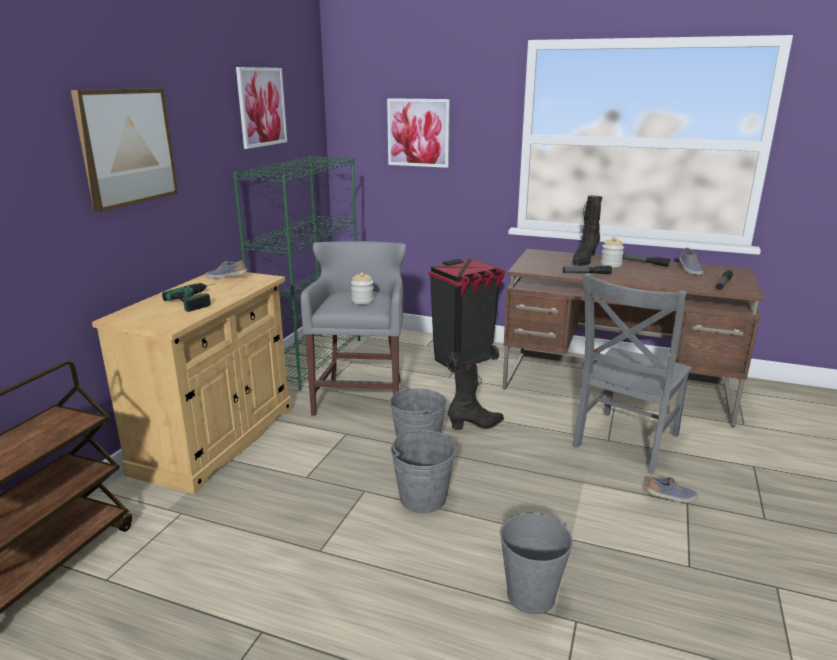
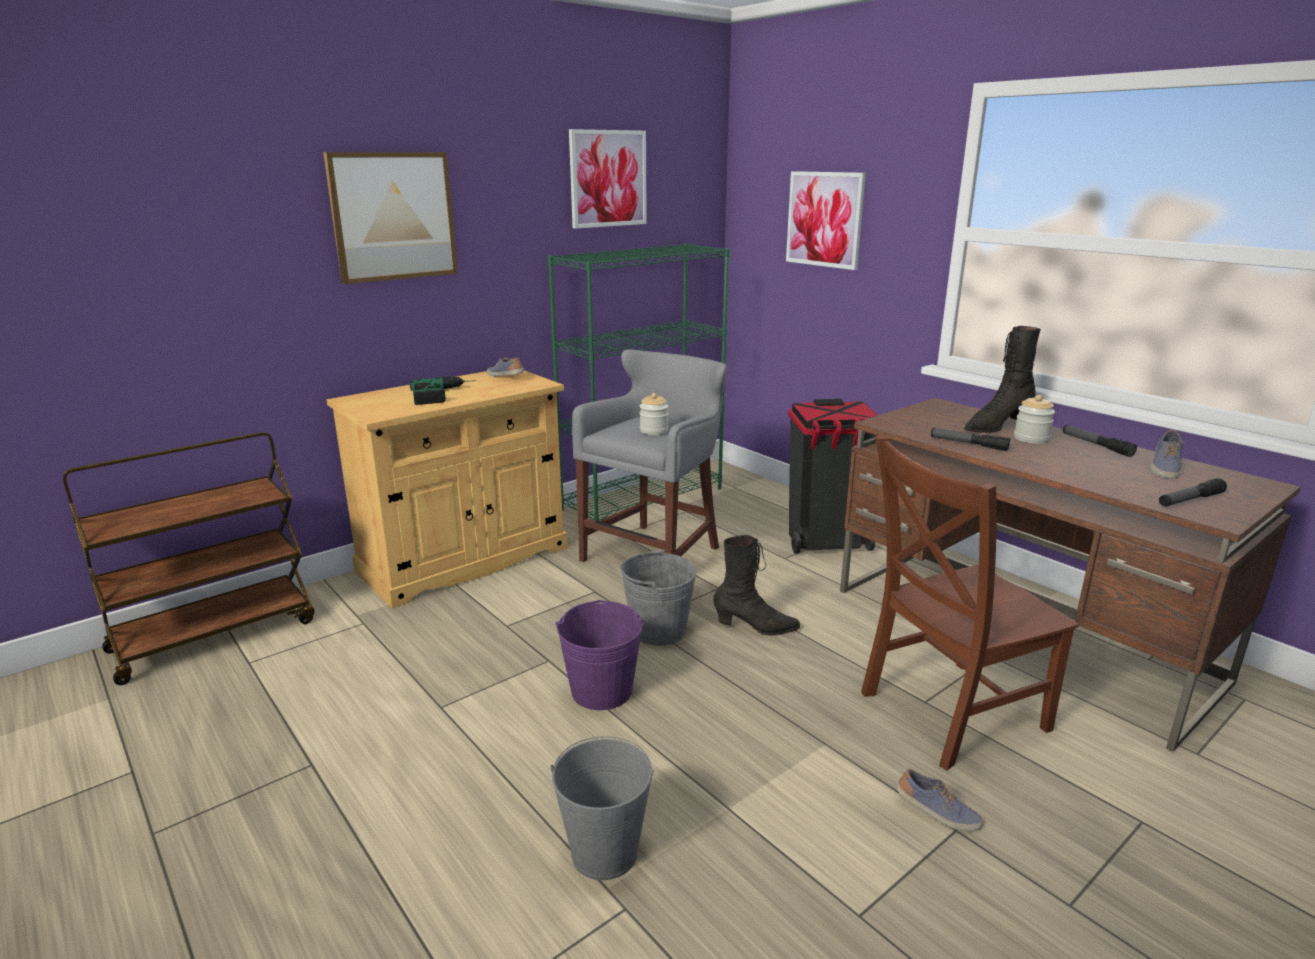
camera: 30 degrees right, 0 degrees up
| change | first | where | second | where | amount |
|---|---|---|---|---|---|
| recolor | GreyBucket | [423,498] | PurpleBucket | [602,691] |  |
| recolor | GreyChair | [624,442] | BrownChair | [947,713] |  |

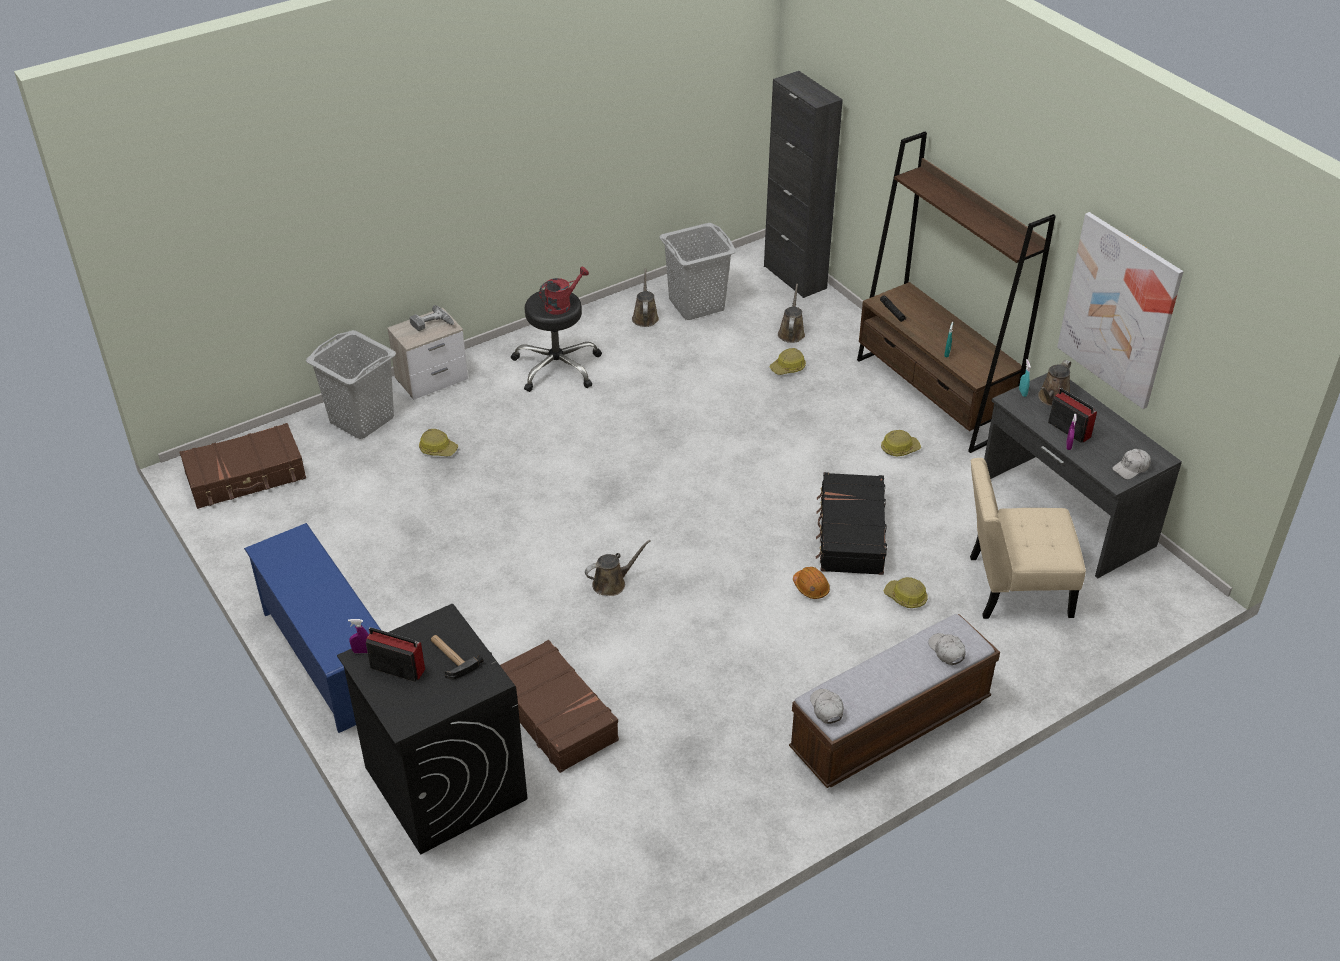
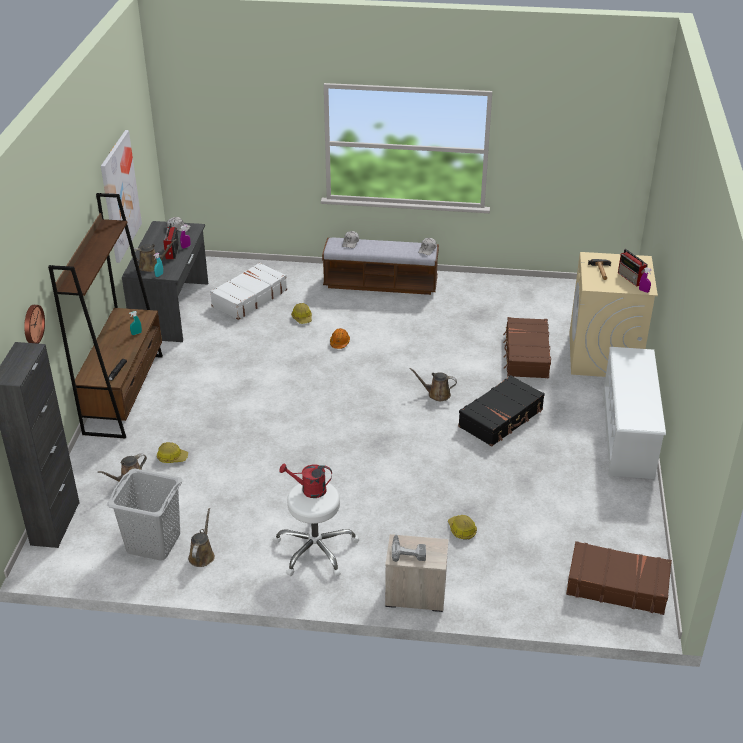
camera: 140 degrees left, 5 degrees down
| change | first | where | second | where | amount |
|---|---|---|---|---|---|
| delete | GreyLaundryBasket | [361,420] |  |  |  |
| delete | HardHat | [899,448] |  |  |  |
| insert |  |  | WallClock | [32,324] |  |
| move | BlackSuitcase | [850,533] |  | [501,418] |  |
| replace | BeigeChair | [1012,587] | WhiteSuitcase | [249,298] |  |
| recolor | BlueShoeRack | [329,657] | WhiteShoeRack | [627,436] |  |
| recolor | BlackWashingMachine | [444,782] | BeigeWashingMachine | [604,356] |  |
| recolor | BlackStool | [556,367] | WhiteStool | [315,549] |  |
| rotate | BrownWateringCan | [645,317] |  | [202,555] | 150 degrees clockwise |

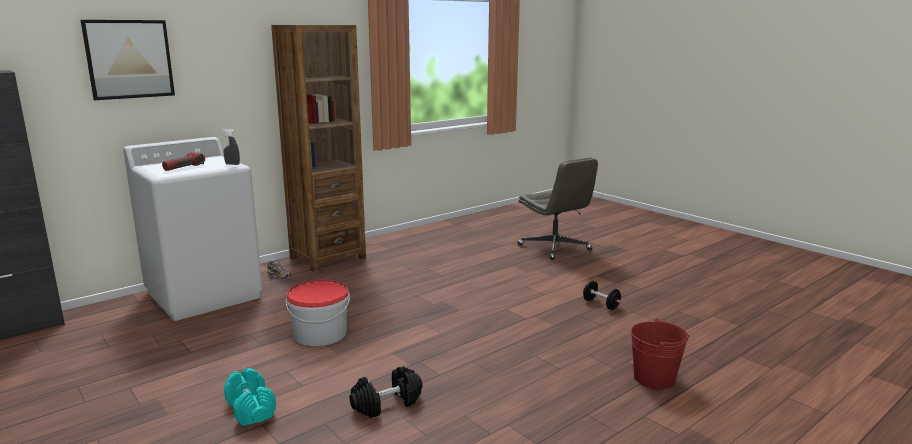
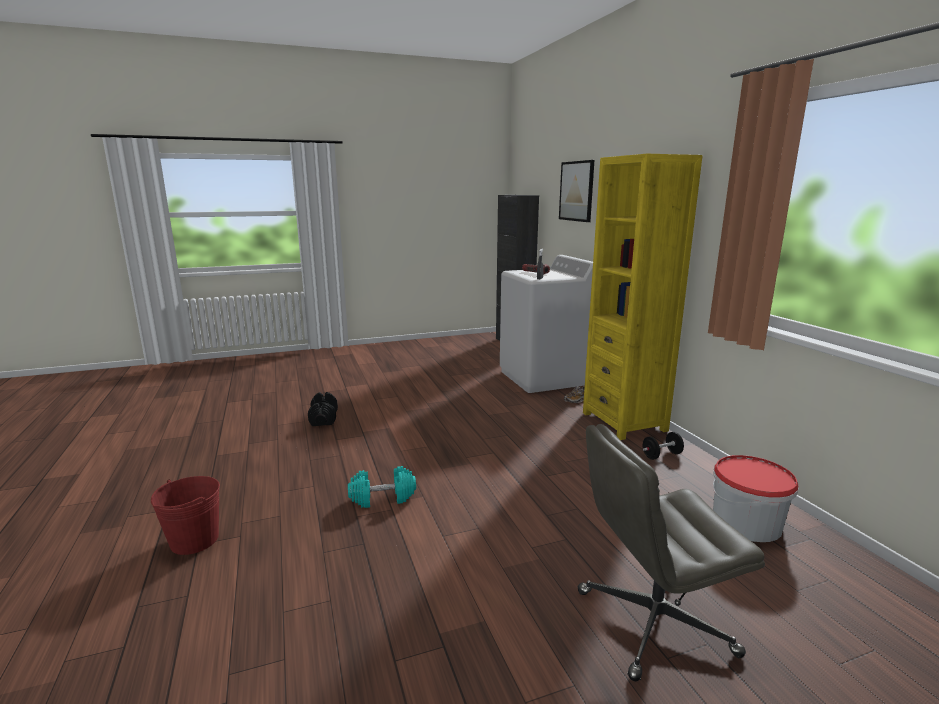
camera: 110 degrees right, 0 degrees up
| change | first | where | second | where | amount |
|---|---|---|---|---|---|
| move | TurquoiseDumbbell | [251,409] |  | [382,498] |  |
| move | Bucket | [320,333] |  | [746,522] |  |
| move | BlackDumbbell | [601,304] |  | [661,455] |  |
| recolor | BrownBookcase | [327,257] | YellowBookcase | [624,422] |  |

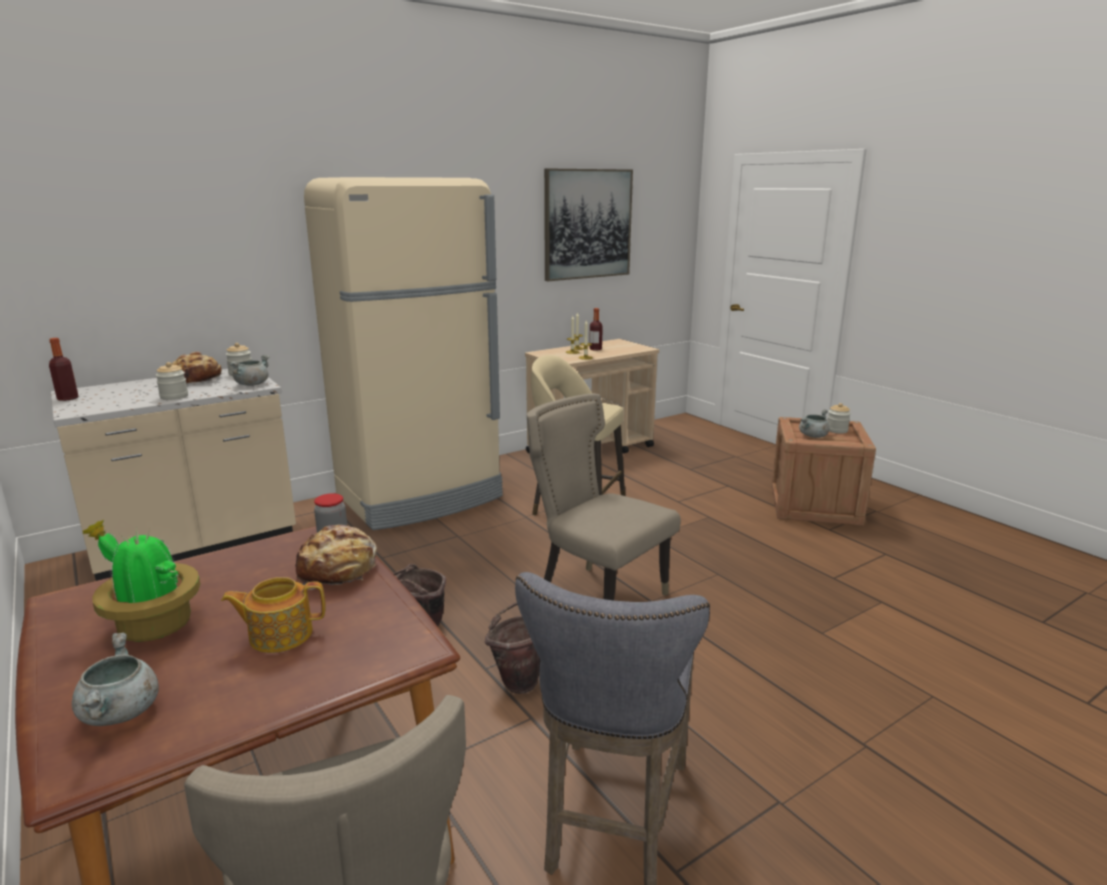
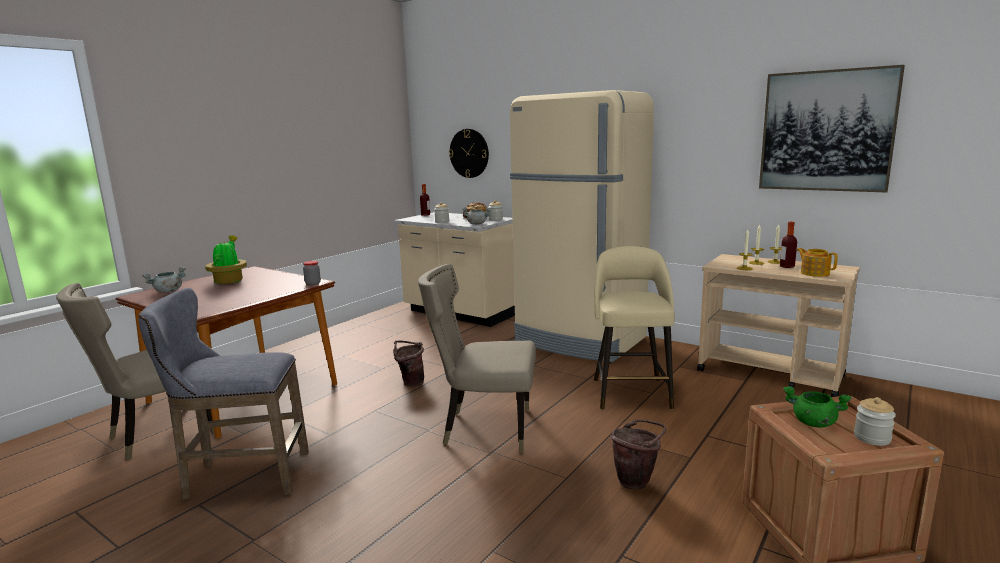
camera: 70 degrees right, 5 degrees down
| change | first | where | second | where | amount |
|---|---|---|---|---|---|
| delete | Bread | [338,571] |  |  |  |
| insert |  |  | WallClock | [469,153] |  |
| move | Teapot | [279,634] |  | [814,273] |  |
| move | BrownBucket | [519,680] |  | [637,481] |  |
| recolor | GreyCookingPot | [813,436] | GreenCookingPot | [813,423] |  |
| rotate | BeigeChair | [596,596] |  | [484,428] | 105 degrees counterclockwise |

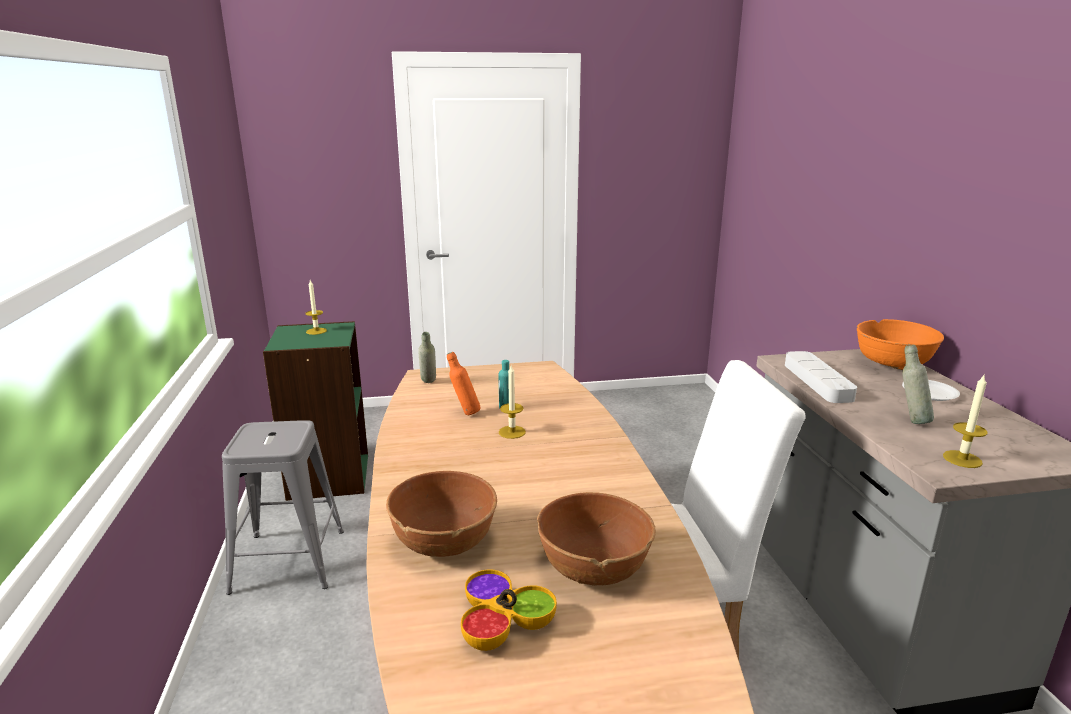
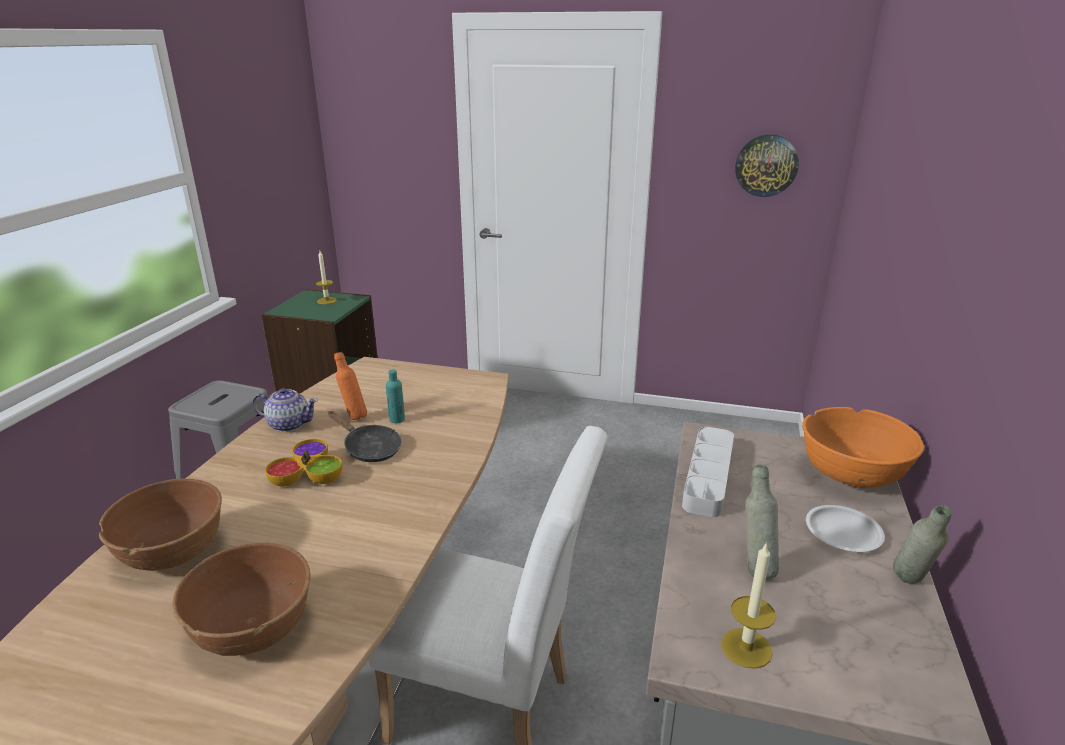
camera: 25 degrees right, 5 degrees up
| change | first | where | second | where | amount |
|---|---|---|---|---|---|
| insert |  |  | Teapot | [288,424] |  |
| insert |  |  | WallClock | [766,165] |  |
| move | GreyBottle | [428,384] |  | [909,586] |  |
| move | Bowl | [502,621] |  | [308,474] |  |
| replace | Candle | [512,432] | BlackFryingPan | [369,449] |  |

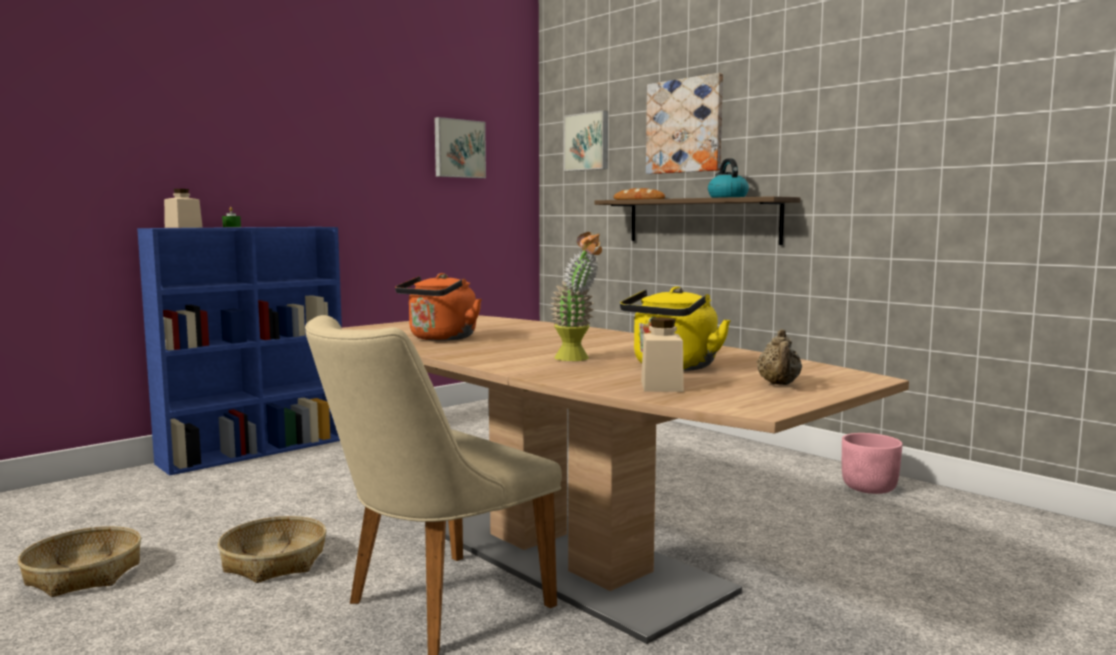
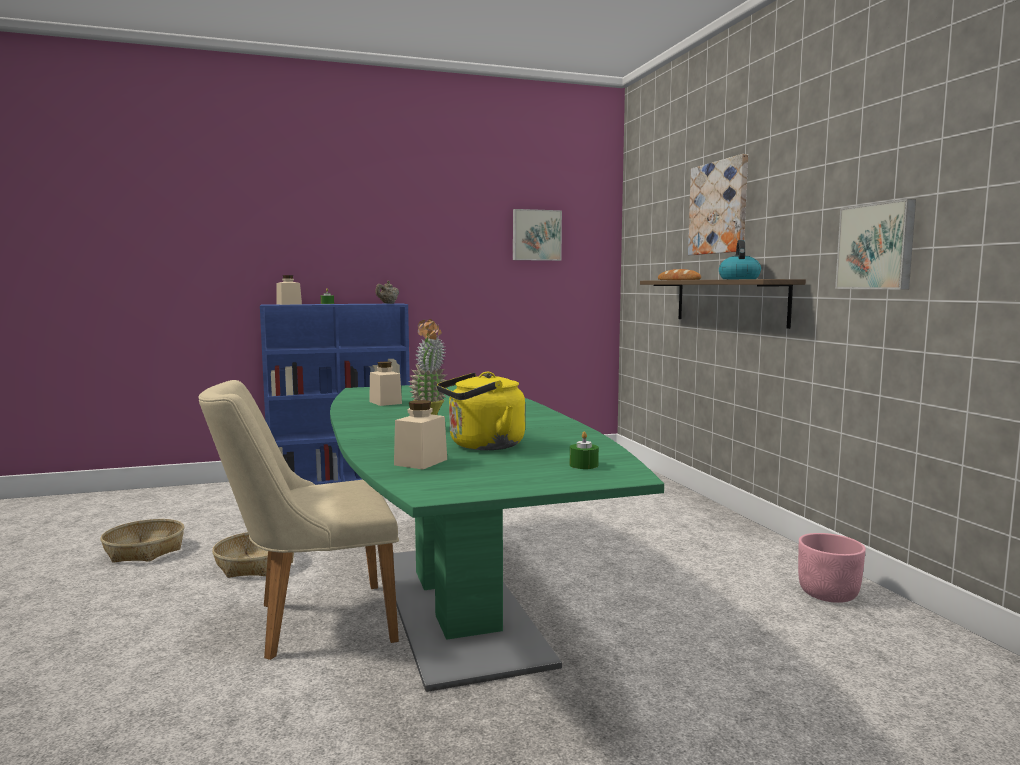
camera: 25 degrees right, 0 degrees up
| change | first | where | second | where | amount |
|---|---|---|---|---|---|
| insert |  |  | GreenCandle | [583,465] |  |
| move | Picture | [587,142] |  | [877,247] |  |
| move | BeigeTeapot | [778,384] |  | [388,303] |  |
| replace | OrangeKettle | [440,338] | BeigeJar | [385,402] |  |
| recolor | BrownDiningTable | [568,557] | GreenDiningTable | [456,604] |  |

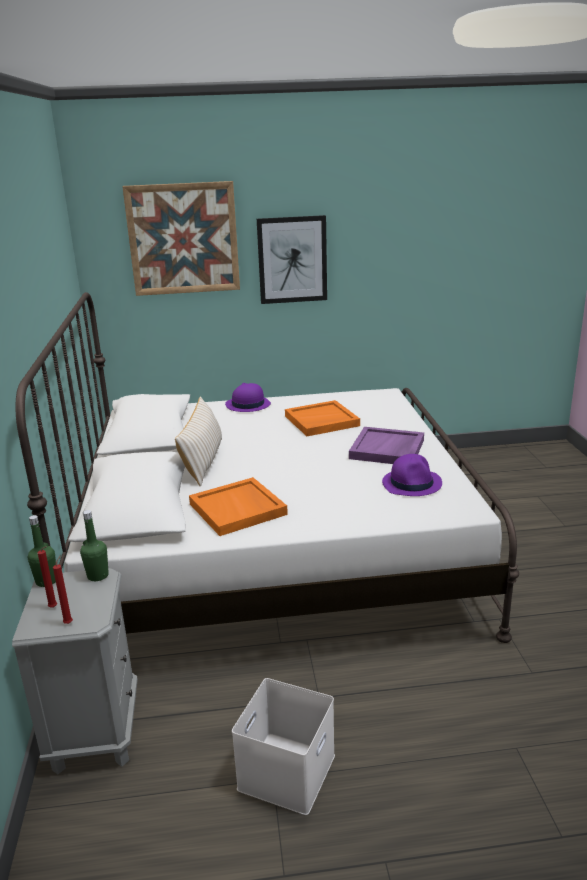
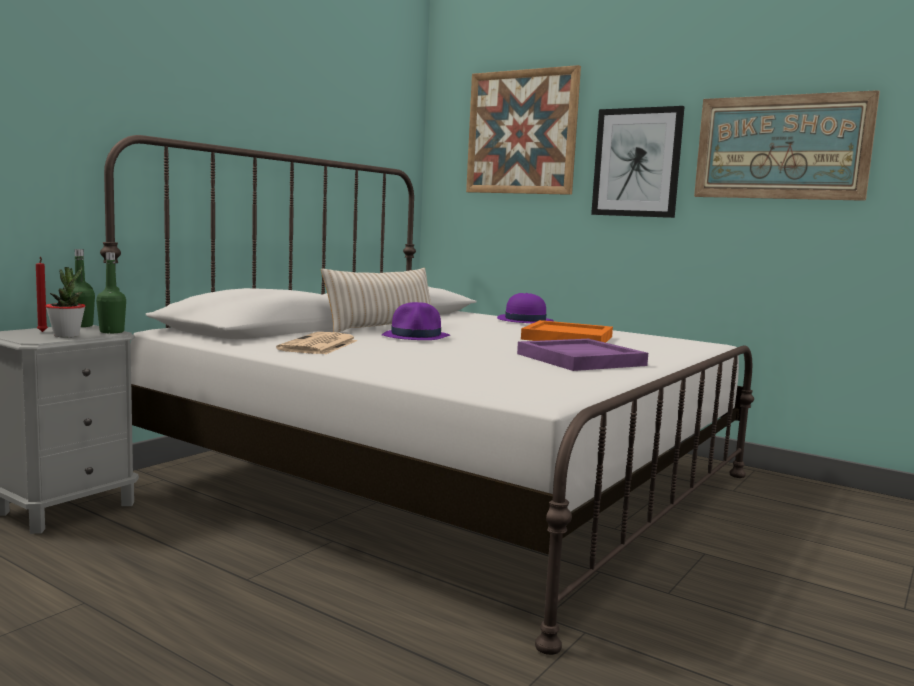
camera: 40 degrees right, 15 degrees down
| change | first | where | second | where | amount |
|---|---|---|---|---|---|
| delete | RedCandle | [69,622] |  |  |  |
| delete | WhiteStorageBox | [286,770] |  |  |  |
| insert |  |  | PottedPlant | [66,335] |  |
| insert |  |  | Picture | [781,147] |  |
| move | PurpleHat | [412,483] |  | [416,337] |  |
| replace | OrangeTray | [238,509] | Newspaper | [319,345] |  |

